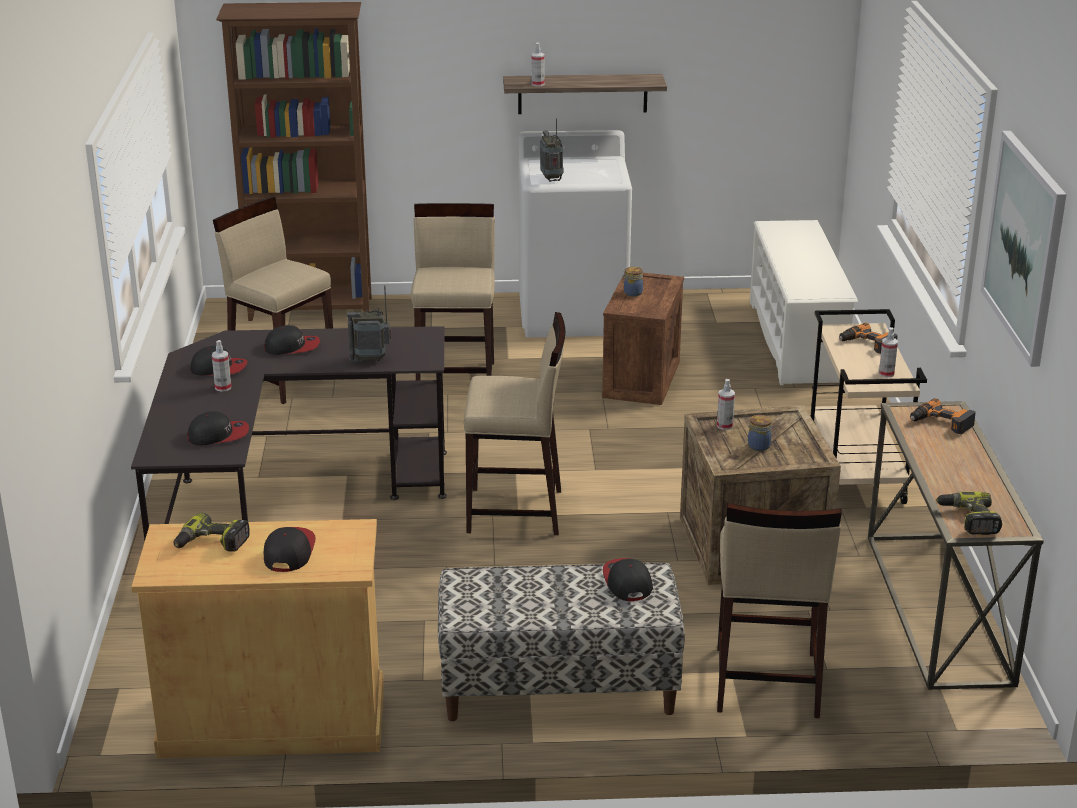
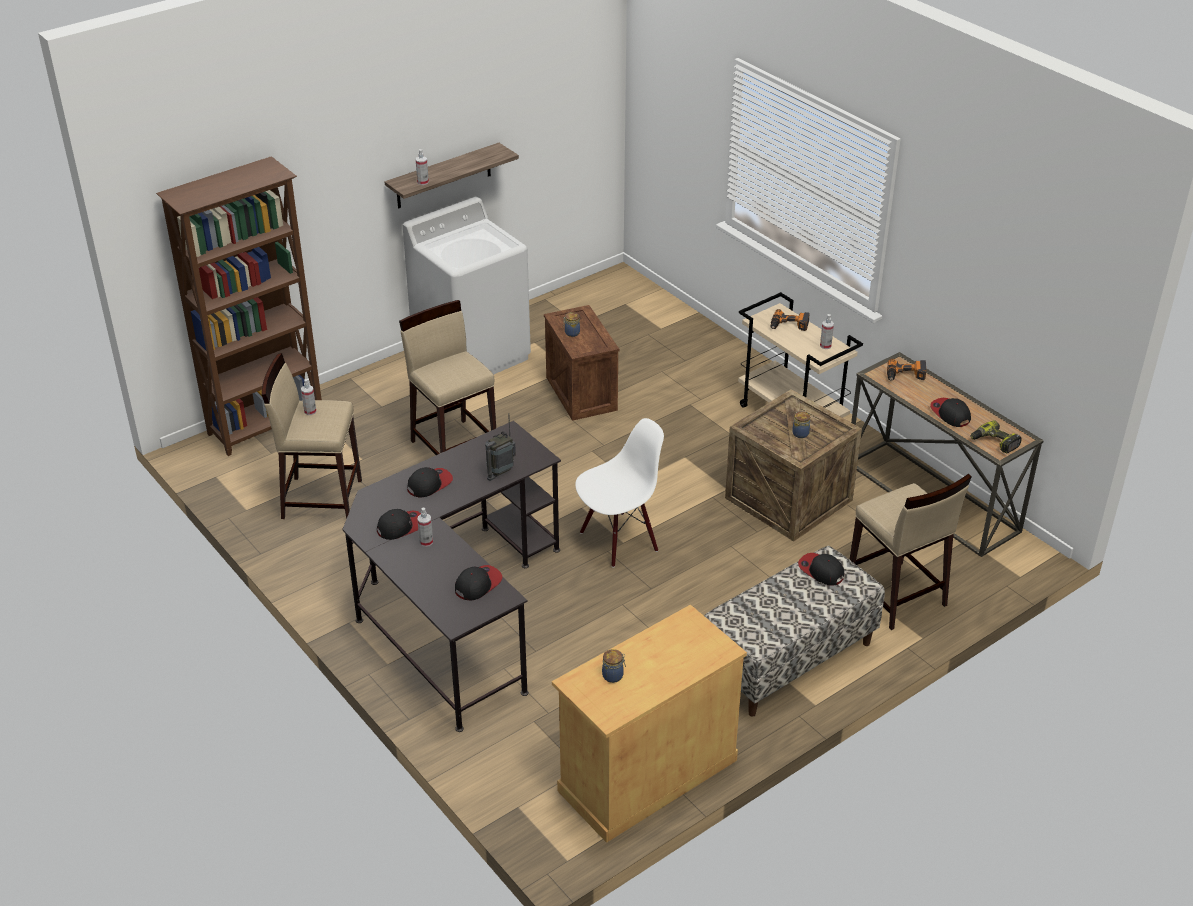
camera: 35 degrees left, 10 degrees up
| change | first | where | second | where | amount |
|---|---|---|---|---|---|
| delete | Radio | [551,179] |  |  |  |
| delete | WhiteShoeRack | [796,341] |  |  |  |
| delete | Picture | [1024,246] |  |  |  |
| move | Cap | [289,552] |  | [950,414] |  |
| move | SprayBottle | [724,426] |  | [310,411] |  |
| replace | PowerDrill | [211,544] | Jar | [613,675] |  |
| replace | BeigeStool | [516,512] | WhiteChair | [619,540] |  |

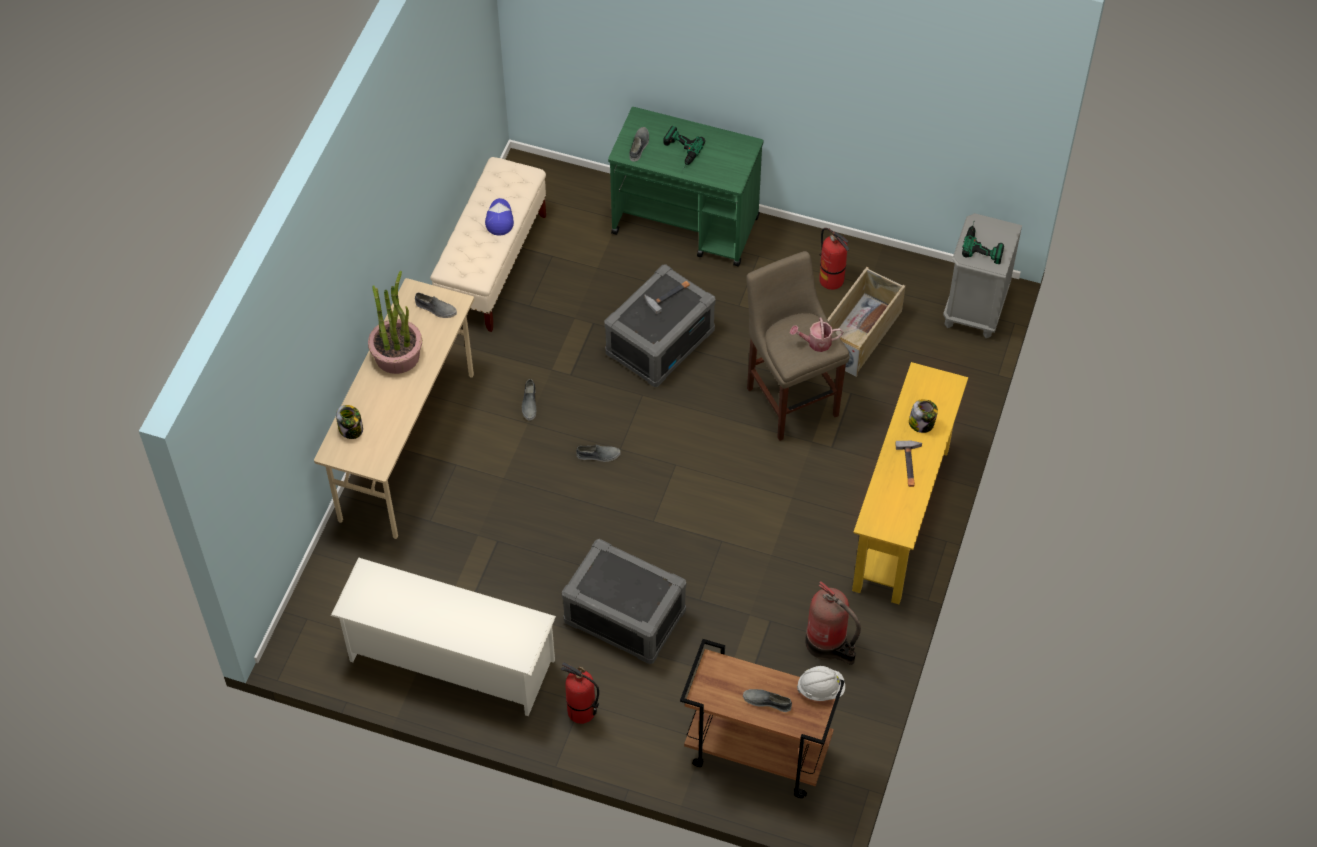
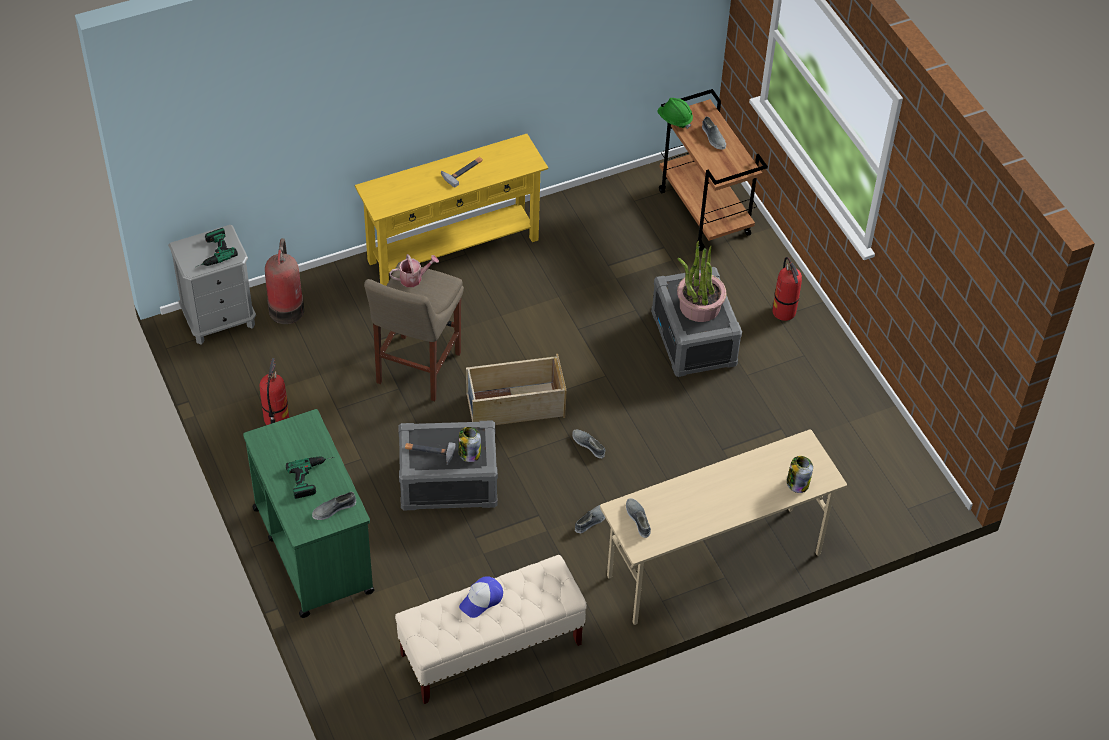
camera: 135 degrees left, 5 degrees down
| change | first | where | second | where | amount |
|---|---|---|---|---|---|
| delete | WhiteShoeRack | [450,660] |  |  |  |
| move | PottedPlant | [397,355] |  | [699,306] |  |
| move | FireExtinguisher | [828,644] |  | [286,308] |  |
| move | BeigeStorageBox | [859,333] |  | [514,405] |  |
| move | Jar | [922,423] |  | [469,453] |  |
| recolor | WhiteHardHat | [821,689] | GreenHardHat | [674,120] |  |
| rotate | WateringCan | [816,343] |  | [414,278] | 60 degrees counterclockwise |

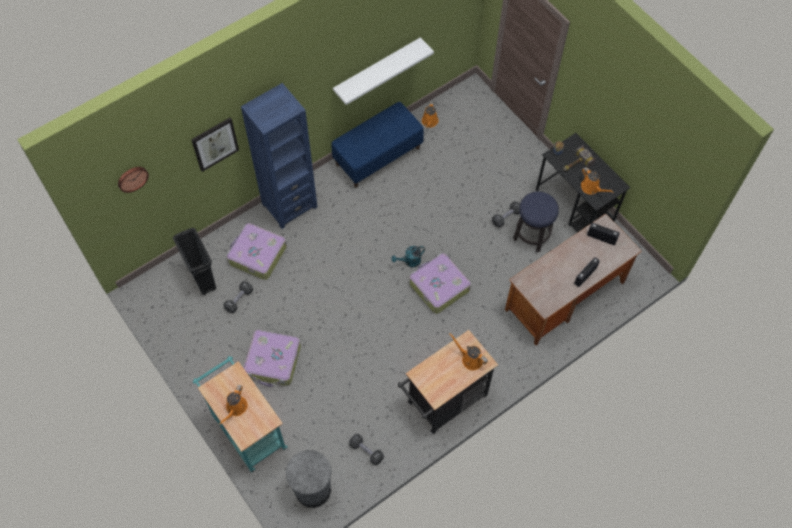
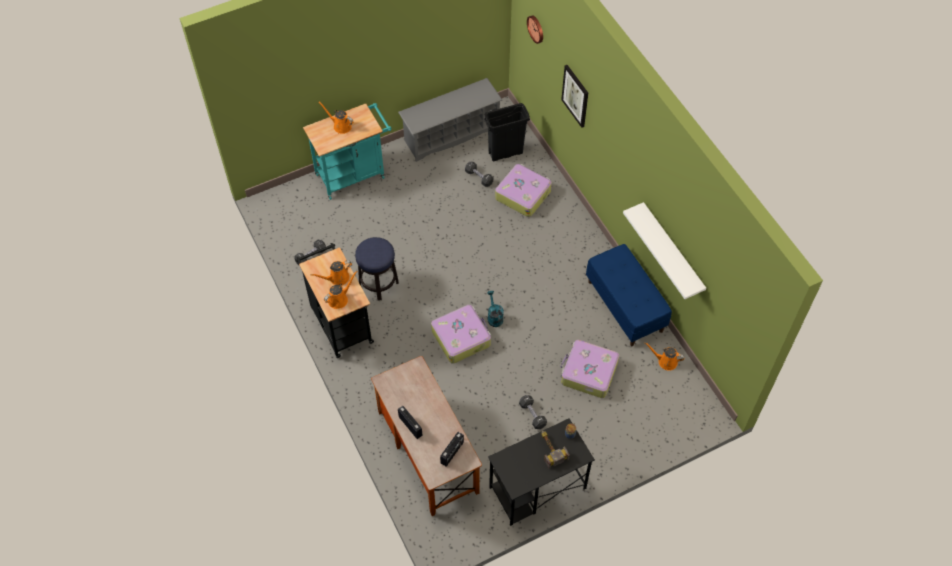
camera: 100 degrees right, 5 degrees down
| change | first | where | second | where | amount |
|---|---|---|---|---|---|
| delete | BlueBookcase | [289,205] |  |  |  |
| delete | GreyTrashCan | [313,490] |  |  |  |
| insert |  |  | GreyShoeRack | [451,134] |  |
| move | Suitcase | [273,362] |  | [588,373] |  |
| move | Stool | [532,235] |  | [378,283] |  |
| move | OrangeWateringCan | [591,188] |  | [337,278] |  |

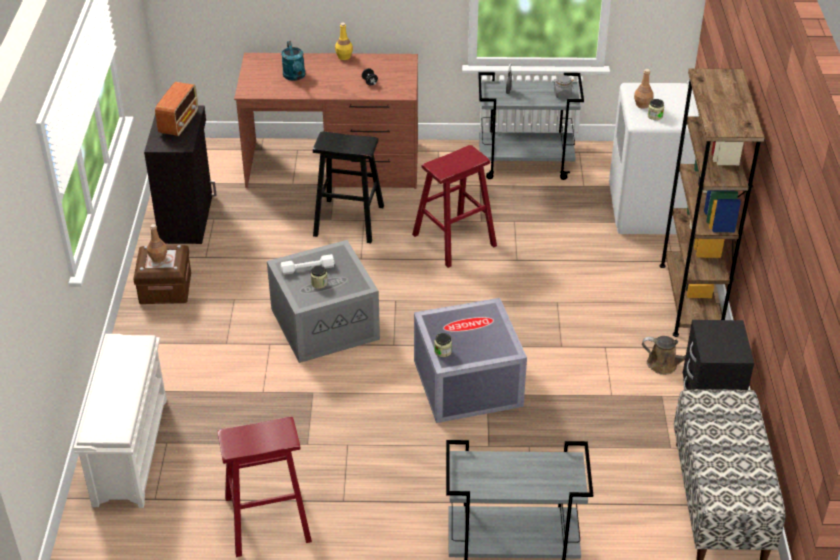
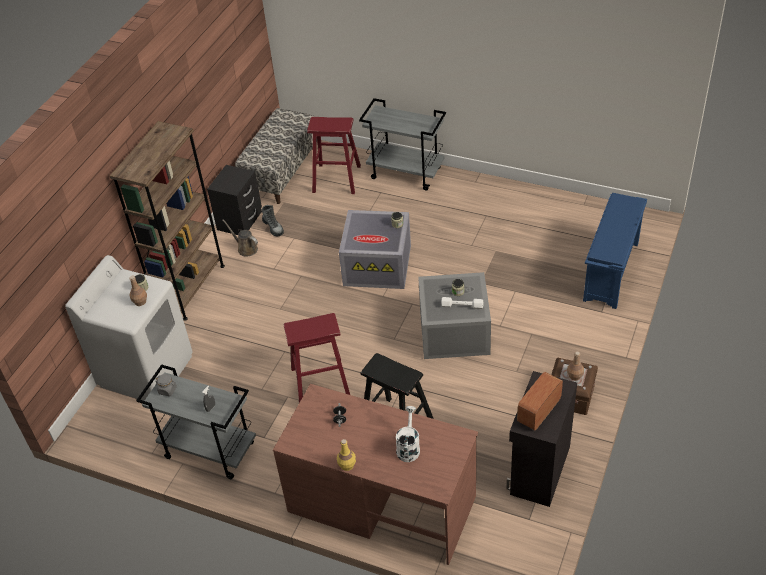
camera: 155 degrees left, 5 degrees up
| change | first | where | second | where | amount |
|---|---|---|---|---|---|
| insert |  |  | Boot | [273,227] |  |
| move | RedStool | [267,519] |  | [337,179] |  |
| recolor | WhiteShoeRack | [130,450] | BlueShoeRack | [611,272] |  |
| recolor | TurquoiseWateringCan | [295,77] | WhiteWateringCan | [408,447] |  |

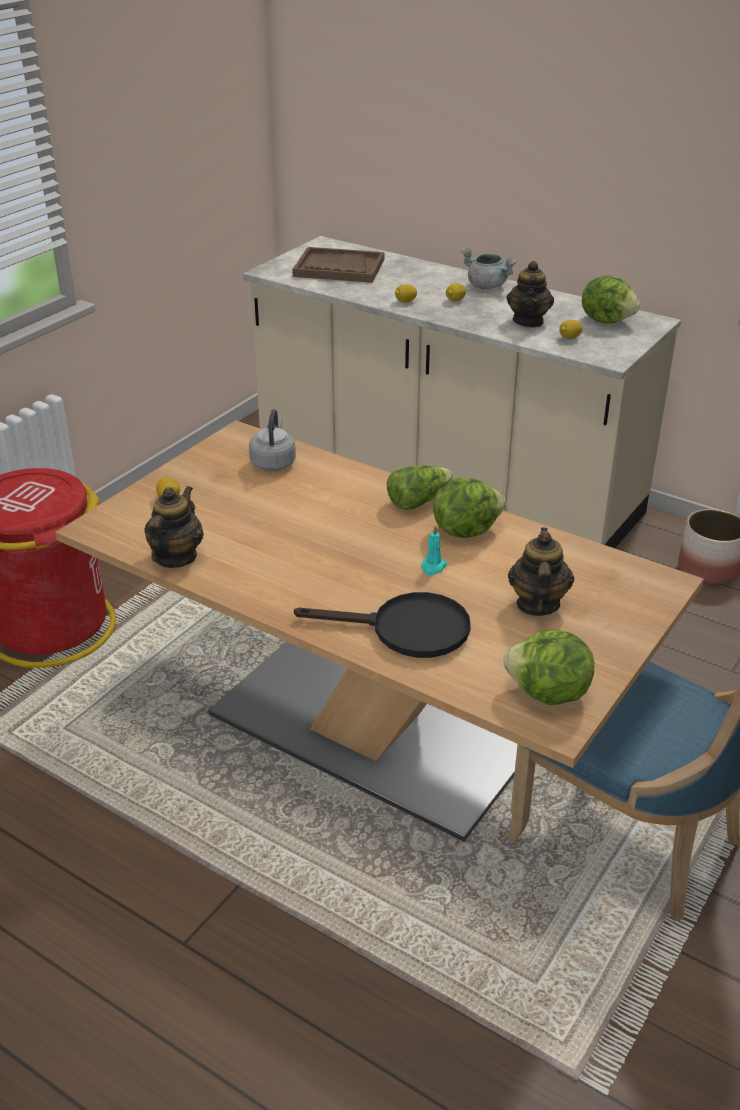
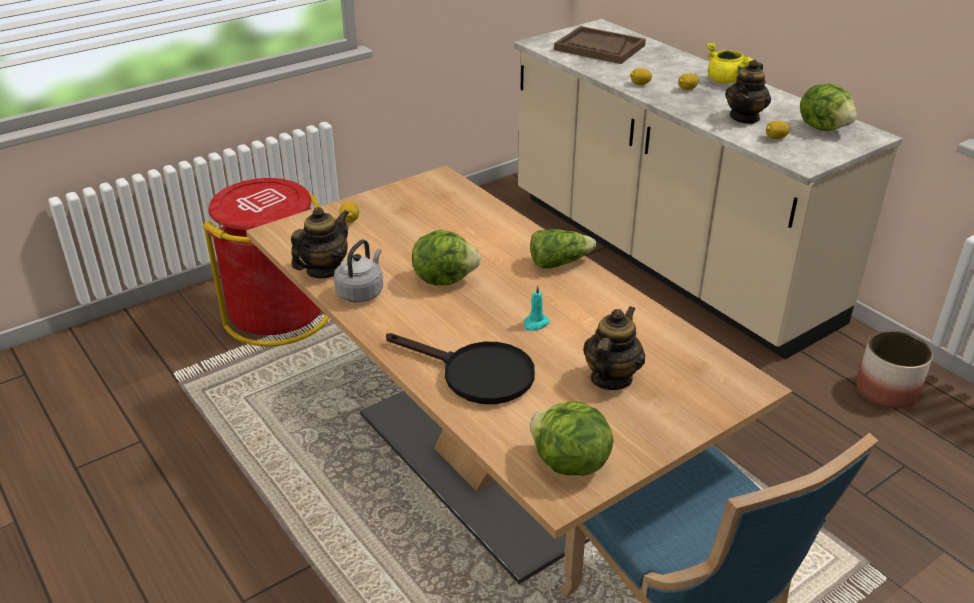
camera: 20 degrees right, 0 degrees up
| change | first | where | second | where | amount |
|---|---|---|---|---|---|
| move | GreyKettle | [273,462] |  | [361,292] |  |
| move | Lettuce | [465,530] |  | [444,279] |  |
| recolor | GreyCookingPot | [487,286] | YellowCookingPot | [726,81] |  |

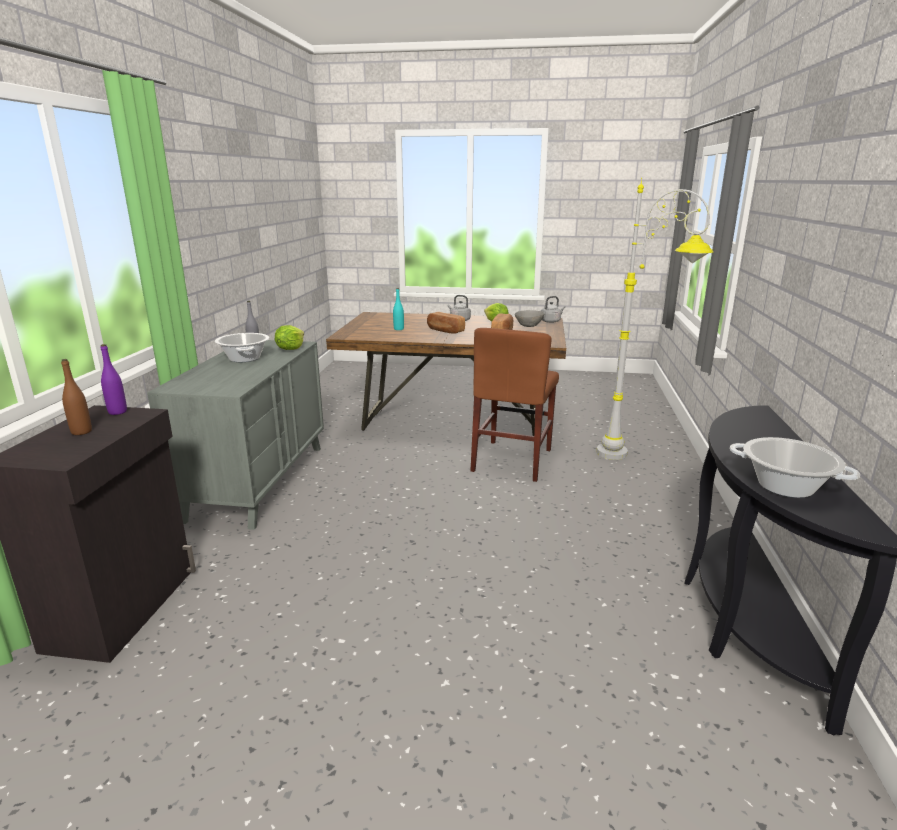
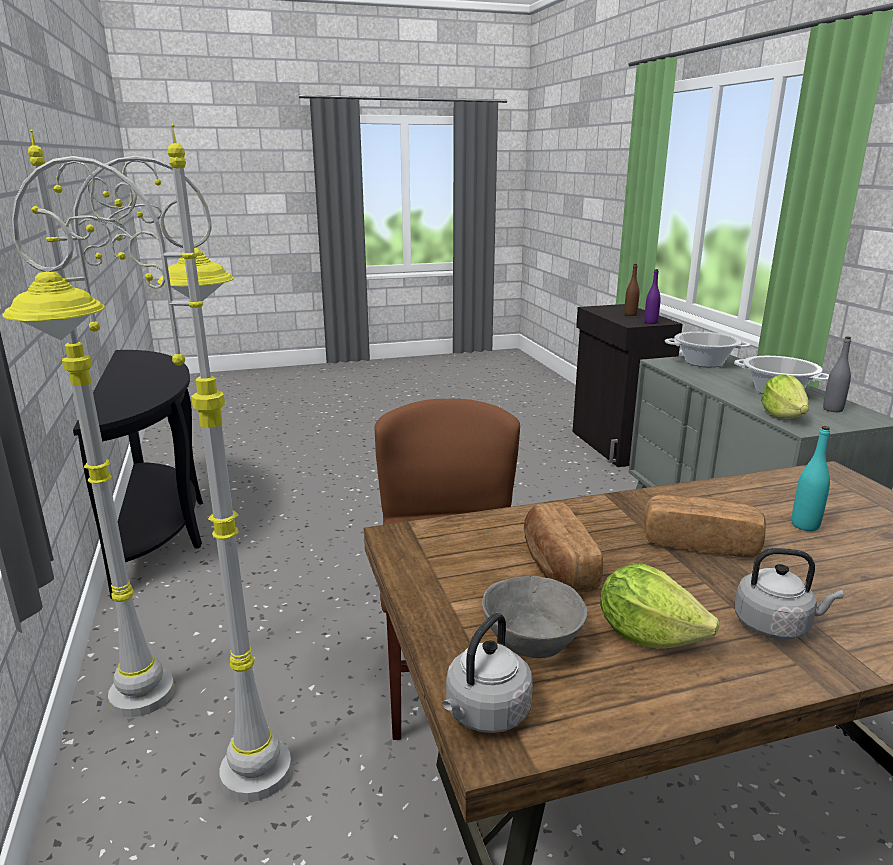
camera: 155 degrees right, 0 degrees up
| change | first | where | second | where | amount |
|---|---|---|---|---|---|
| insert |  |  | GreyFloorLamp | [197,678] |  |
| move | CookingPot | [785,486] |  | [704,363] |  |

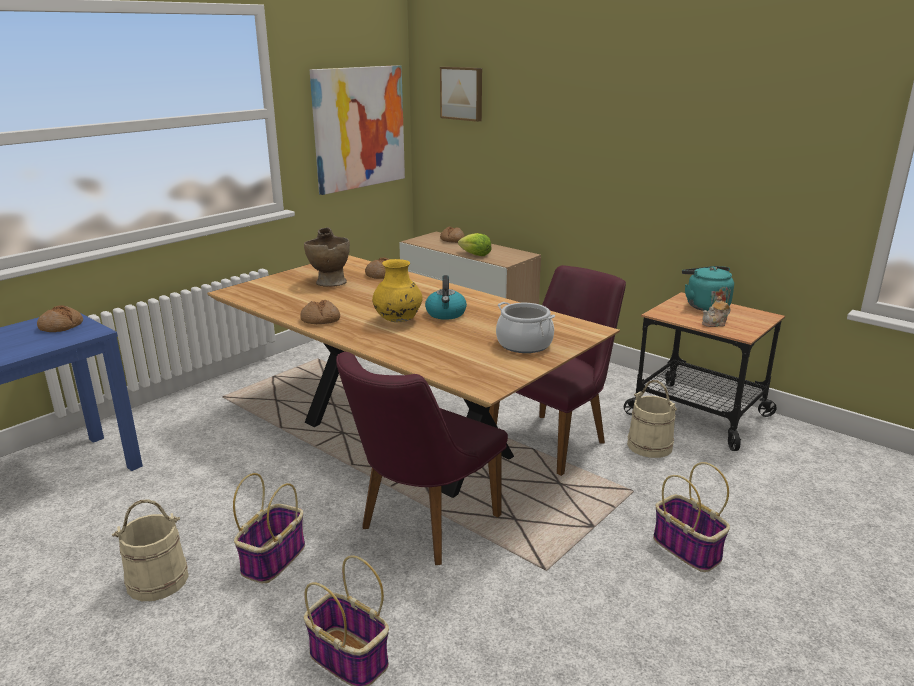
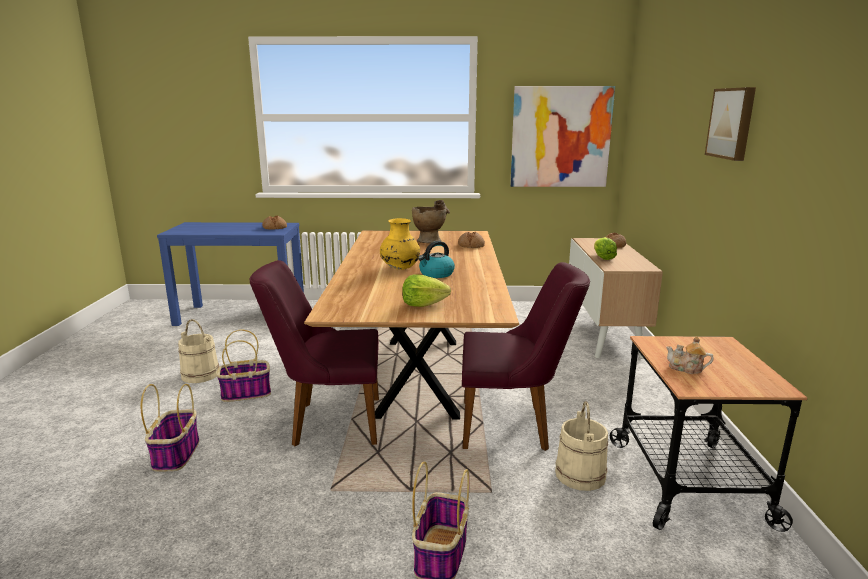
camera: 50 degrees right, 5 degrees down
| change | first | where | second | where | amount |
|---|---|---|---|---|---|
| delete | Bread | [320,320] |  |  |  |
| delete | TurquoiseKettle | [705,306] |  |  |  |
| move | Picture | [462,93] |  | [732,123] |  |
| replace | CookingPot | [524,344] | Lettuce | [423,304] |  |

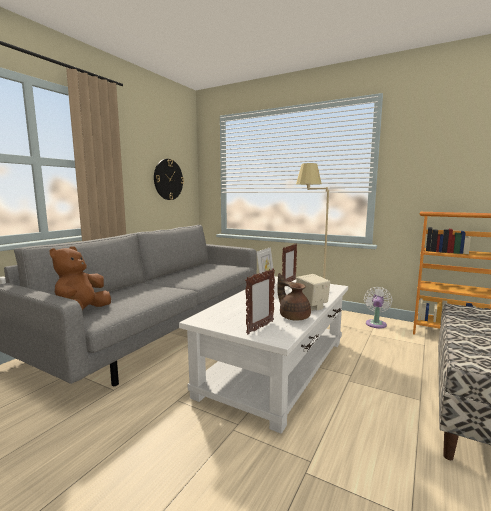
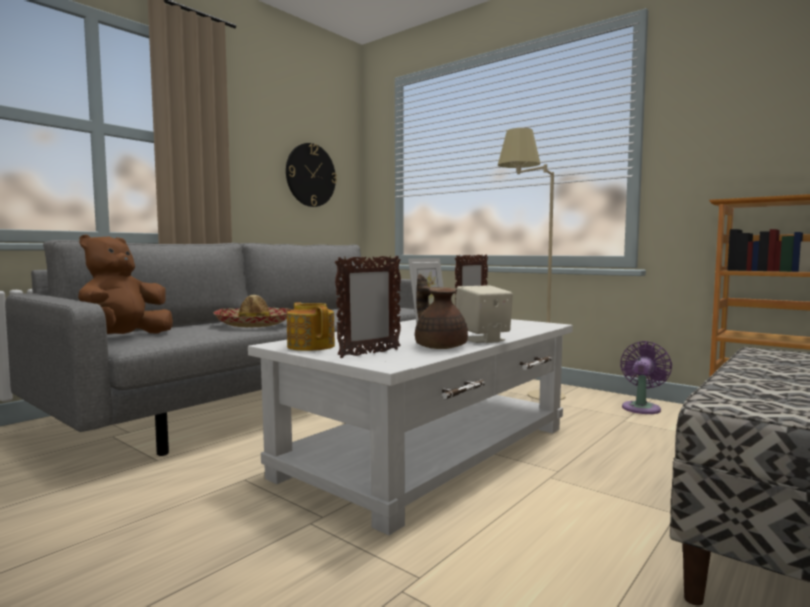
camera: 10 degrees right, 5 degrees down
| change | first | where | second | where | amount |
|---|---|---|---|---|---|
| insert |  |  | Hat | [254,324] |  |
| insert |  |  | Teapot | [311,346] |  |
| recolor | WhiteFan | [376,323] | PurpleFan | [642,407] |  |

